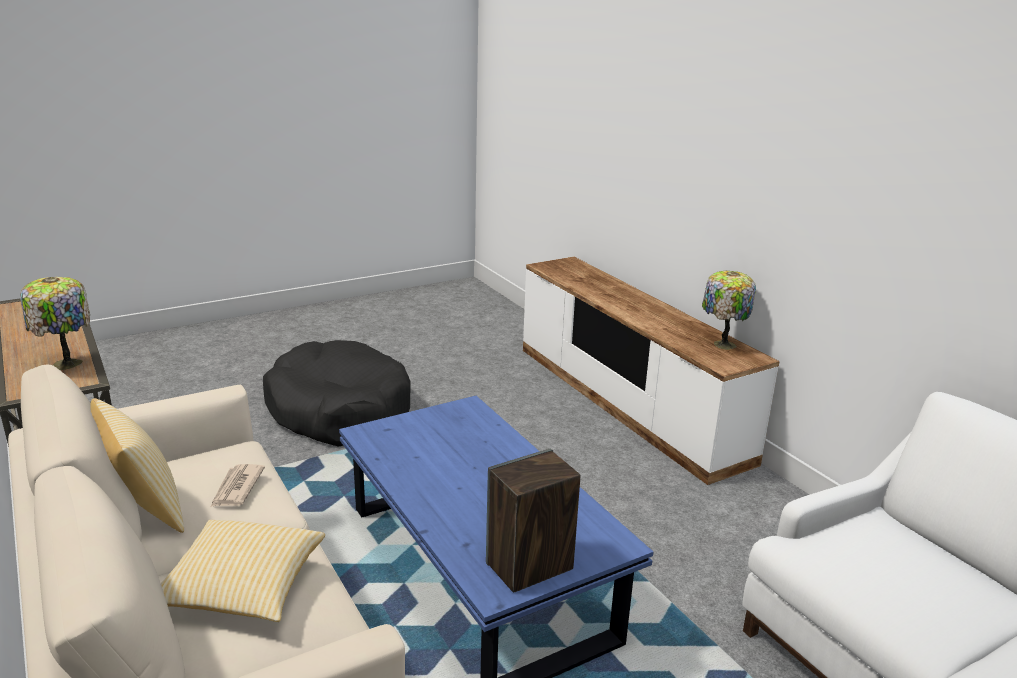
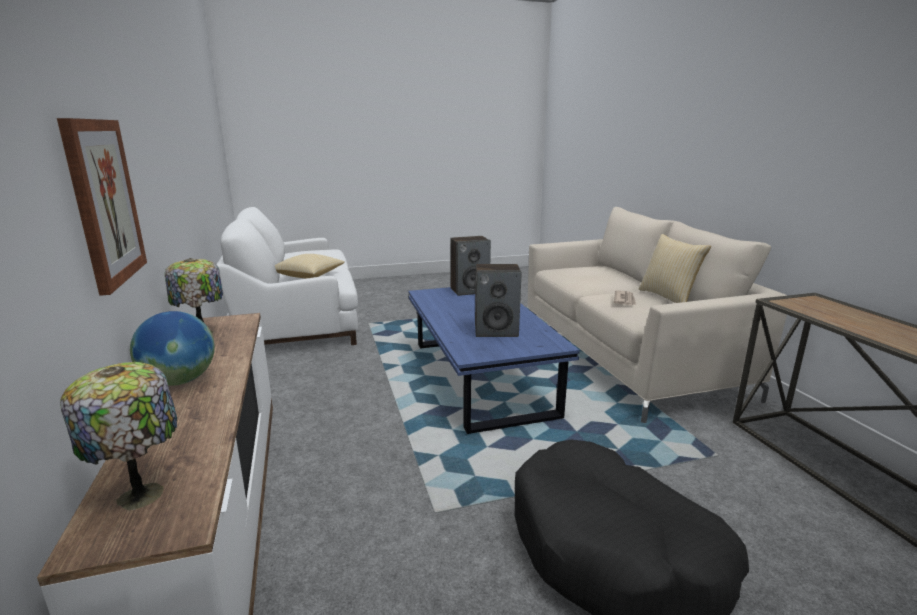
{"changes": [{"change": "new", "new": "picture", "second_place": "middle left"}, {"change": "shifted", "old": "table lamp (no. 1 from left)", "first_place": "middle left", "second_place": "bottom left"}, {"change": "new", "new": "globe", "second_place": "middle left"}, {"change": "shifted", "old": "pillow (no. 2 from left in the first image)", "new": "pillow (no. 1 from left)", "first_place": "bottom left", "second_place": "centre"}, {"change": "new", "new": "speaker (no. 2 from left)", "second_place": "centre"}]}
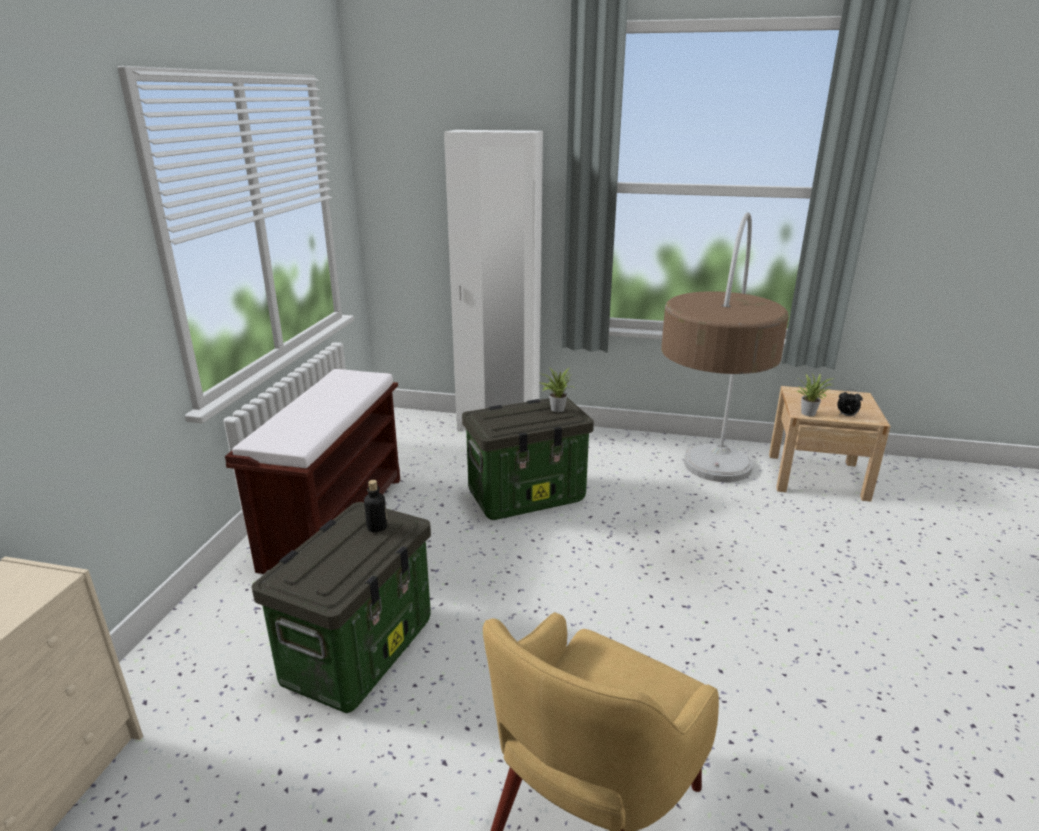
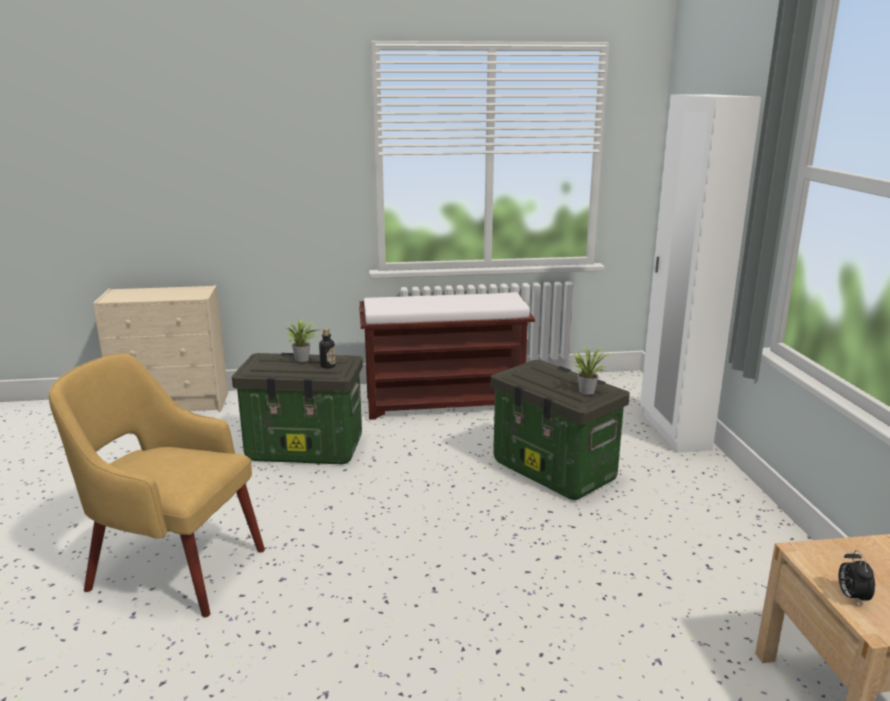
{"changes": [{"change": "shifted", "old": "potted plant (no. 2 from left in the first image)", "new": "potted plant (no. 1 from left)", "first_place": "middle right", "second_place": "centre"}, {"change": "gone", "old": "floor lamp", "first_place": "middle right"}]}
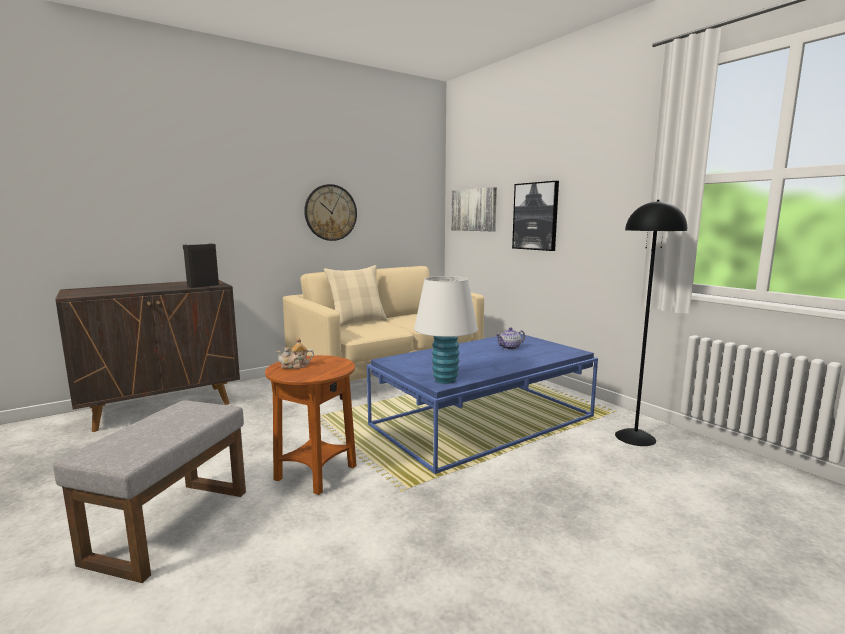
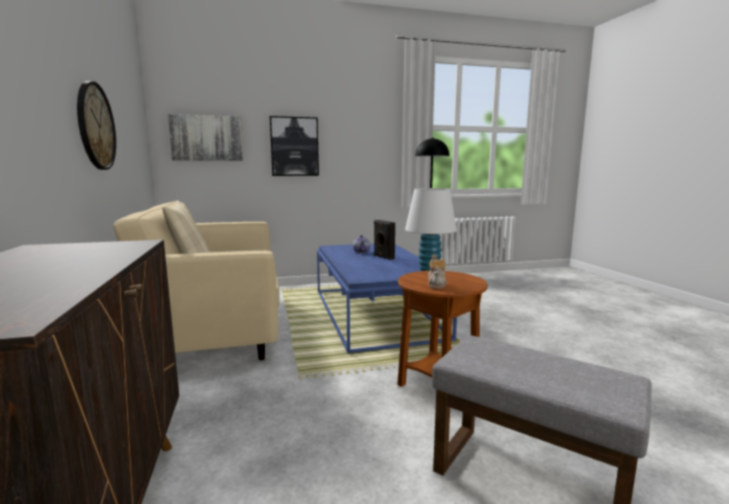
{"changes": [{"change": "shifted", "old": "speaker/black", "first_place": "middle left", "second_place": "centre"}]}
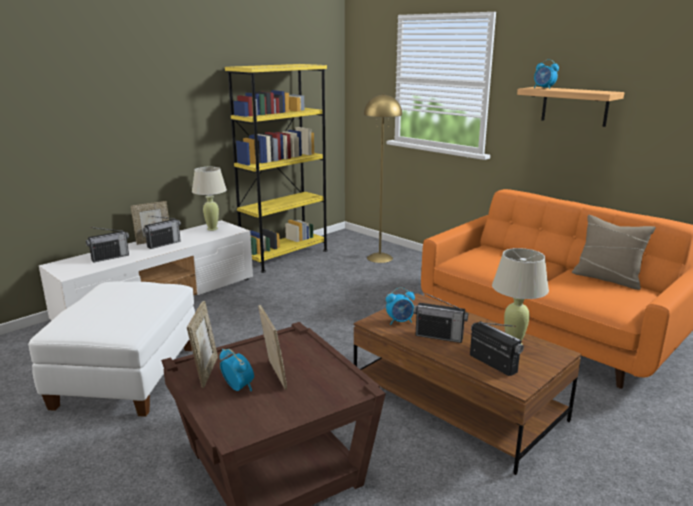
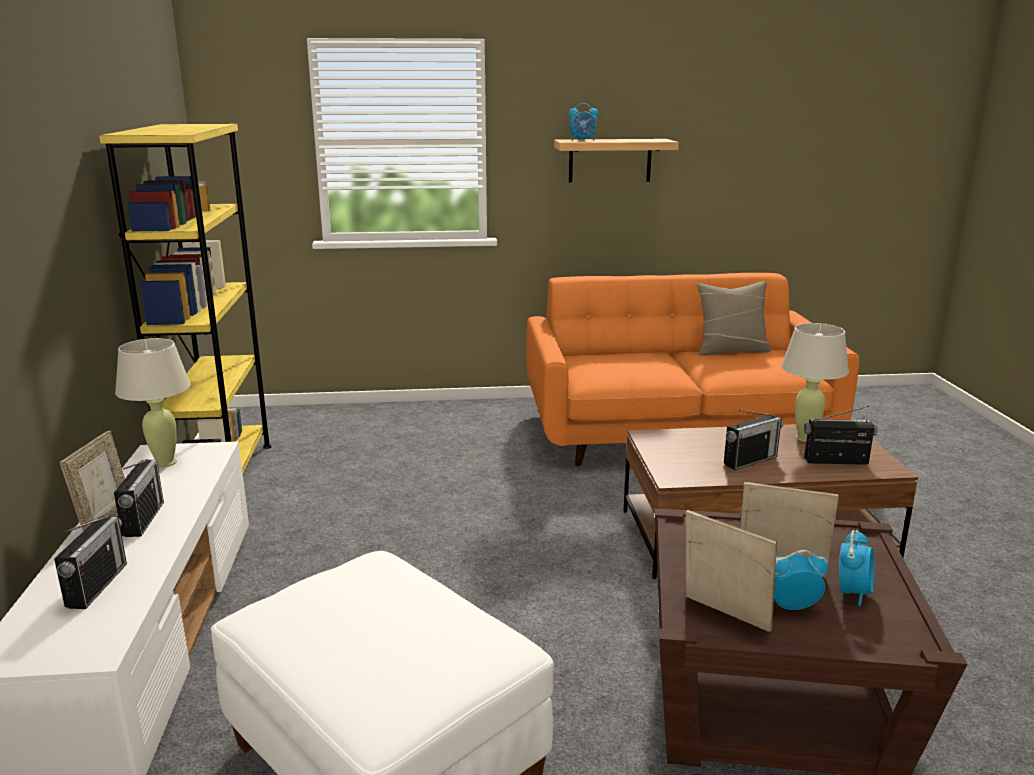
{"changes": [{"change": "shifted", "old": "alarm clock (no. 2 from left in the first image)", "new": "alarm clock (no. 3 from left)", "first_place": "centre", "second_place": "bottom right"}, {"change": "gone", "old": "floor lamp/yellow", "first_place": "centre"}]}
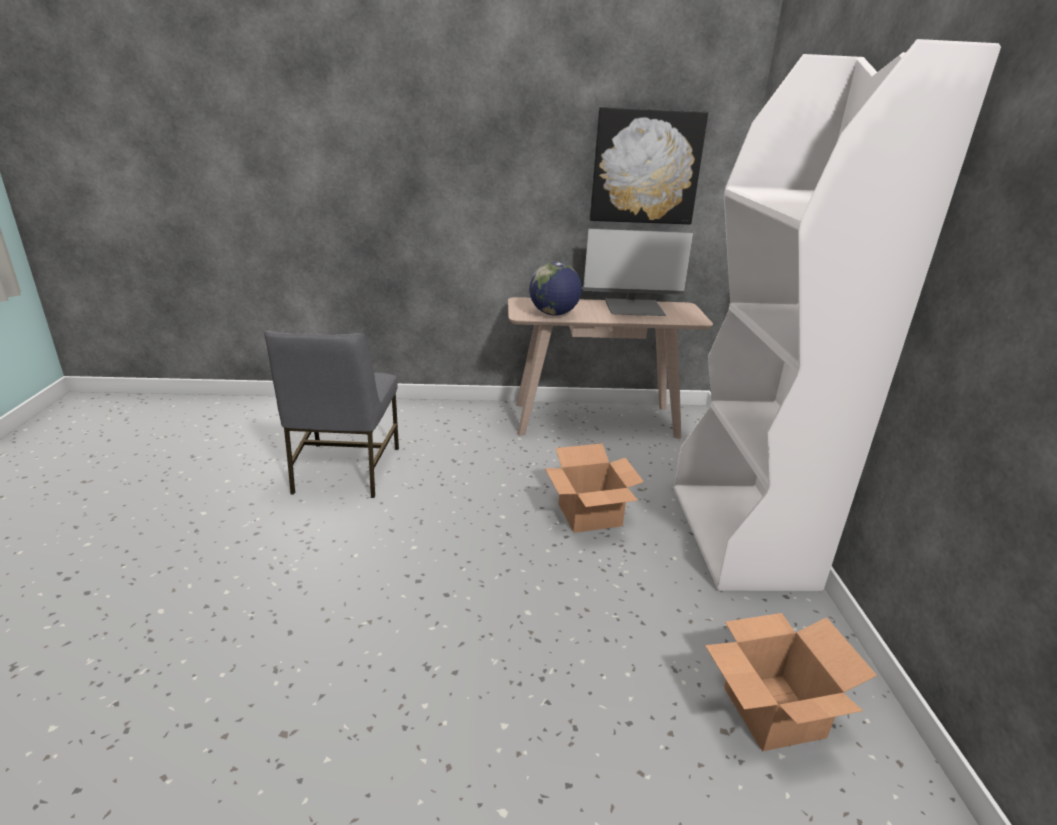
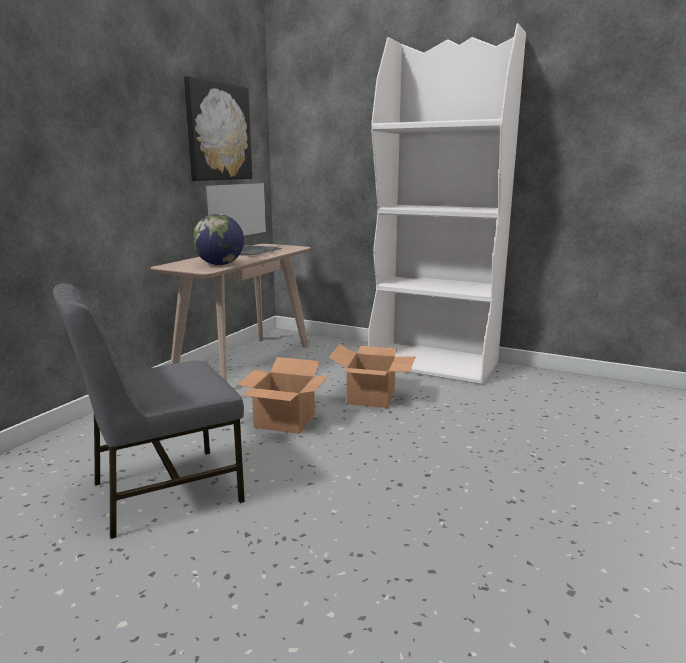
{"changes": [{"change": "rotated", "old": "chair/grey", "first_place": "middle left", "second_place": "middle left", "degrees": 120}, {"change": "shifted", "old": "cardboard box (no. 2 from left in the first image)", "new": "cardboard box (no. 1 from left)", "first_place": "bottom right", "second_place": "centre"}]}
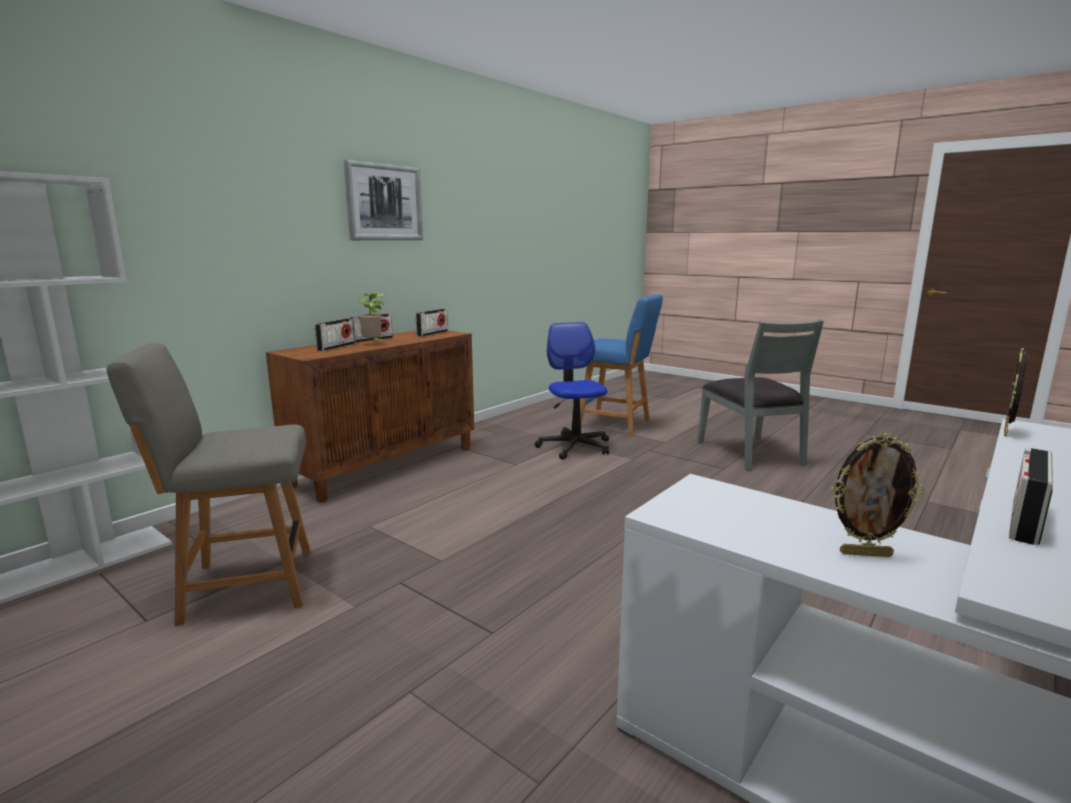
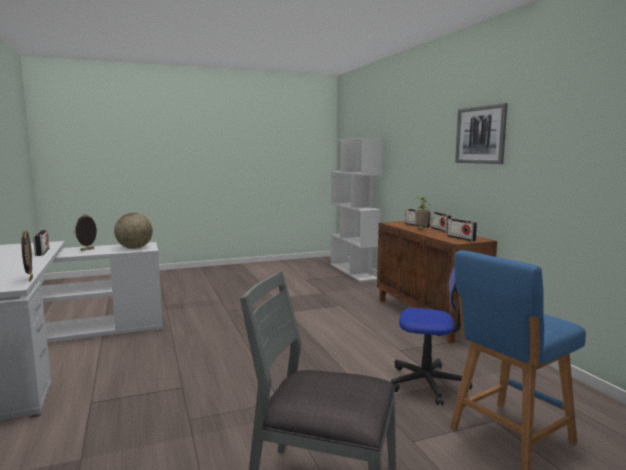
{"changes": [{"change": "new", "new": "globe", "second_place": "middle left"}, {"change": "gone", "old": "chair/grey (no. 1 from left)", "first_place": "middle left"}]}
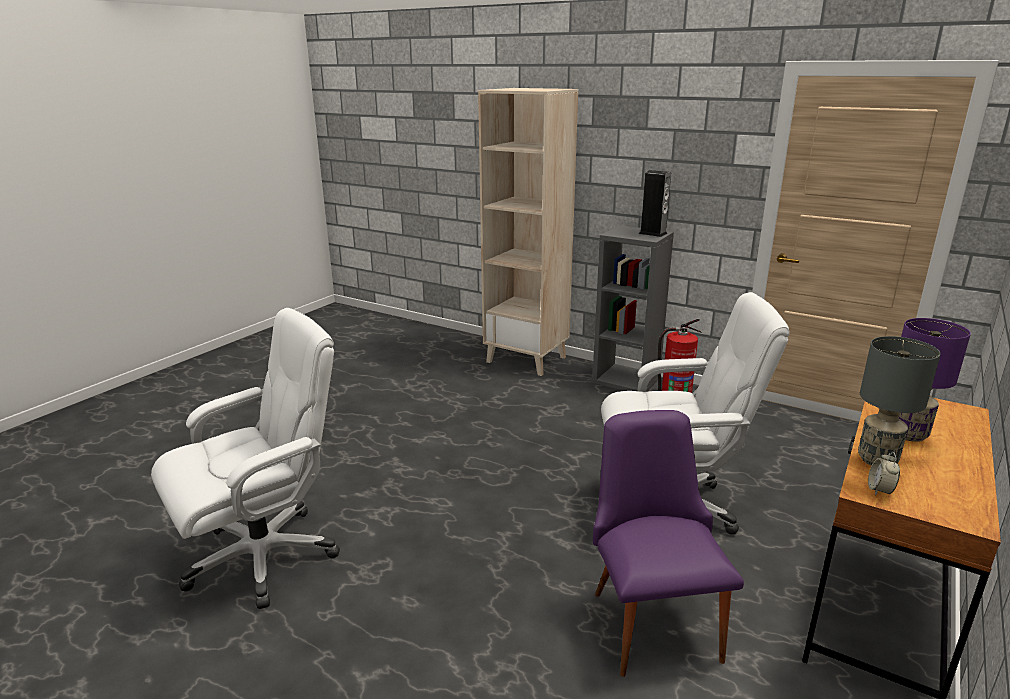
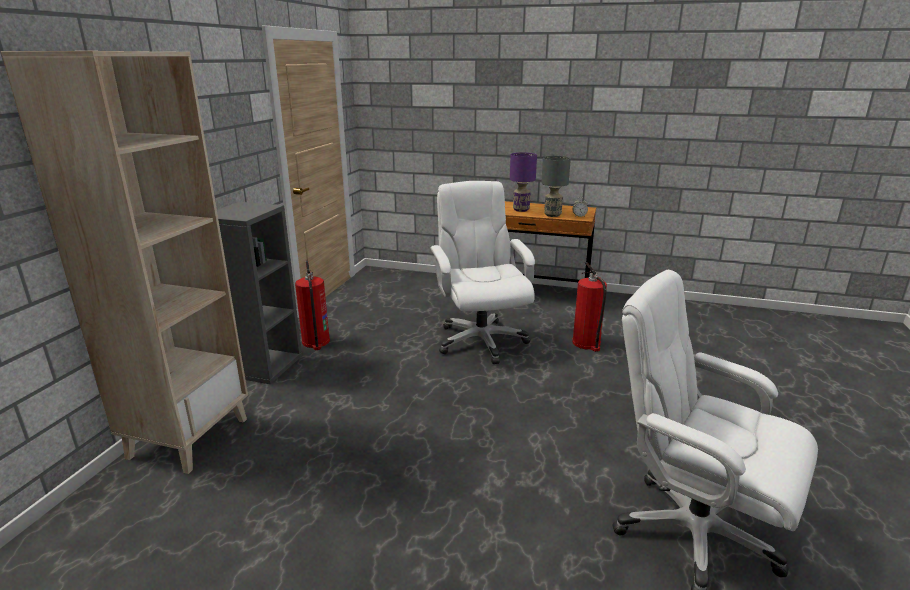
{"changes": [{"change": "swapped", "old": "chair/purple", "new": "fire extinguisher (no. 2 from left)", "first_place": "bottom centre", "second_place": "centre"}, {"change": "gone", "old": "speaker", "first_place": "top centre"}]}
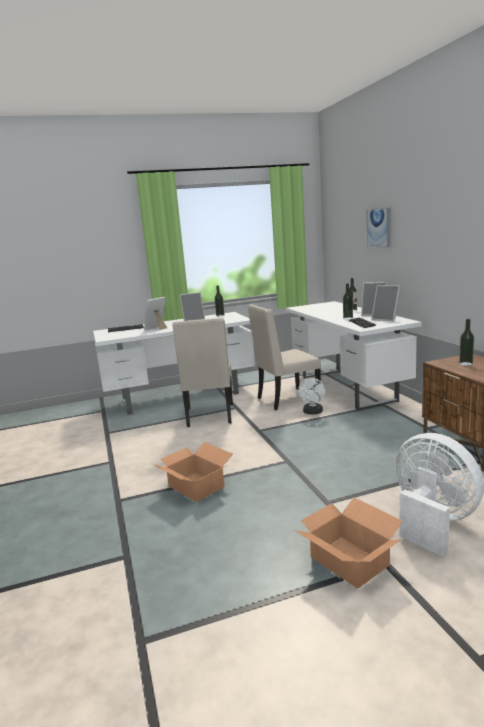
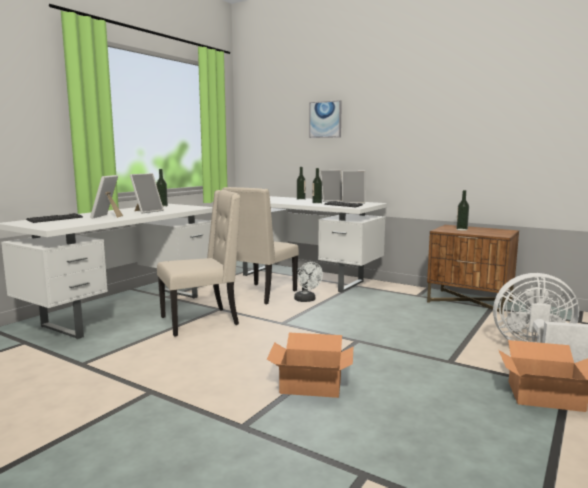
{"changes": [{"change": "rotated", "old": "chair/beige (no. 1 from left)", "first_place": "centre", "second_place": "centre", "degrees": -75}]}
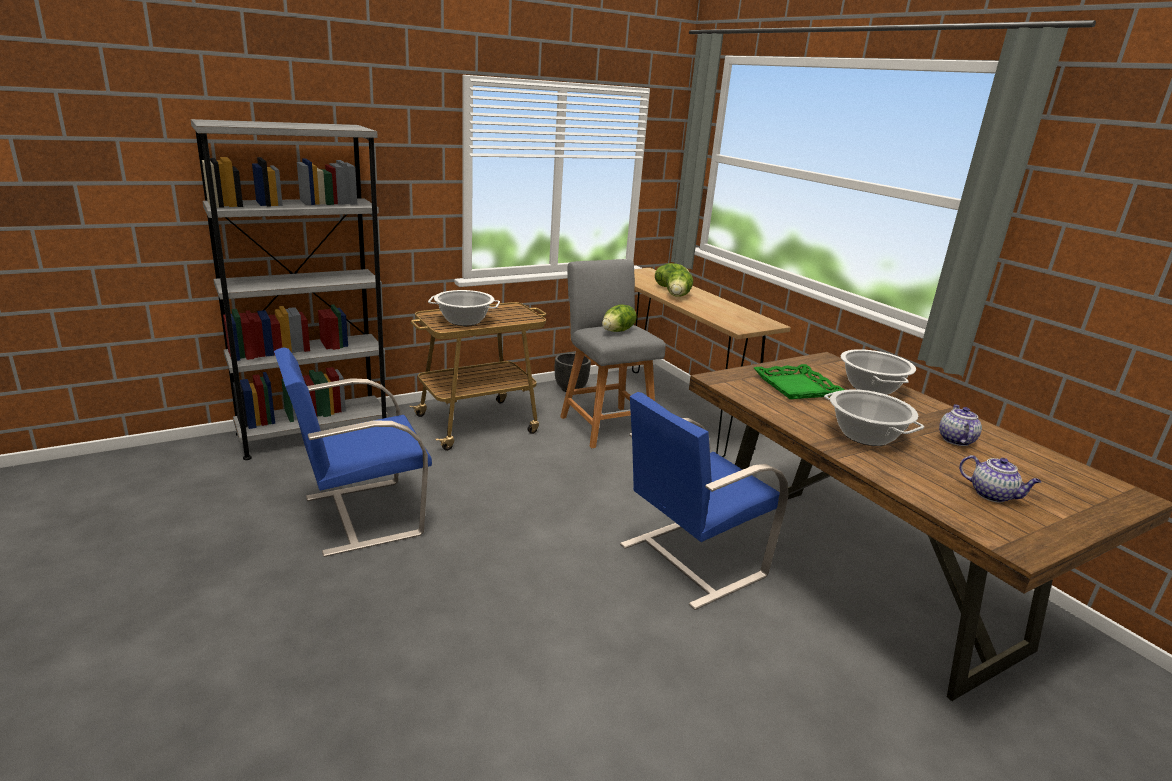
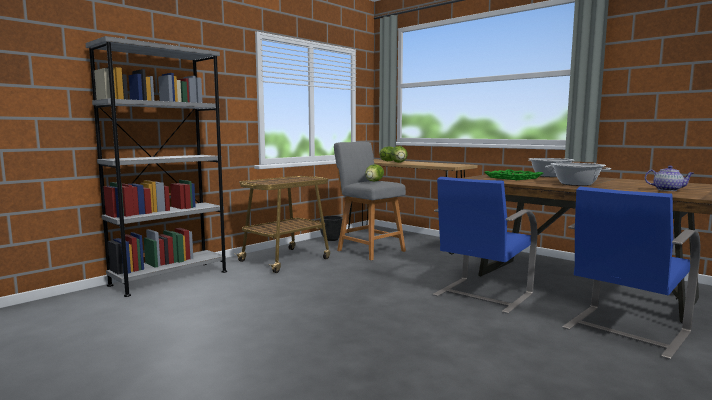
{"changes": [{"change": "shifted", "old": "chair/blue (no. 1 from left in the first image)", "new": "chair/blue (no. 2 from left)", "first_place": "middle left", "second_place": "bottom right"}, {"change": "gone", "old": "cooking pot (no. 1 from left)", "first_place": "centre"}, {"change": "gone", "old": "teapot (no. 1 from left)", "first_place": "middle right"}]}
